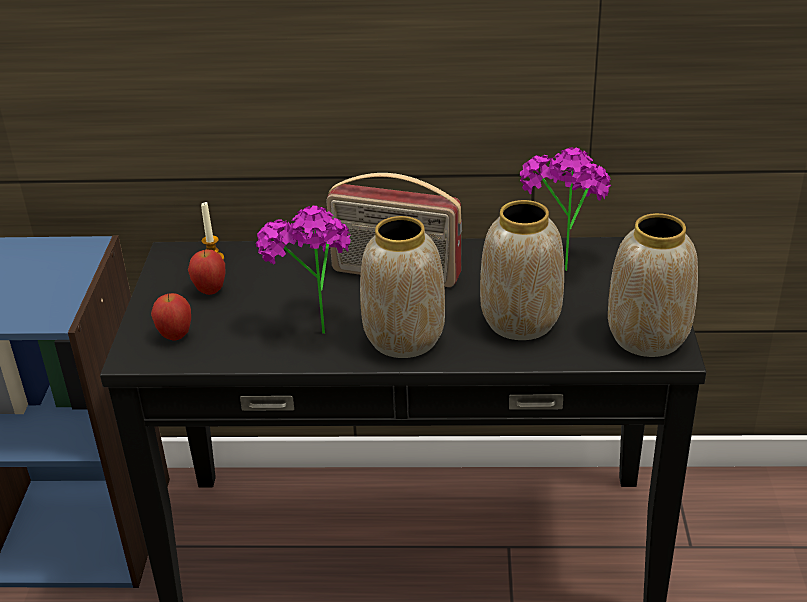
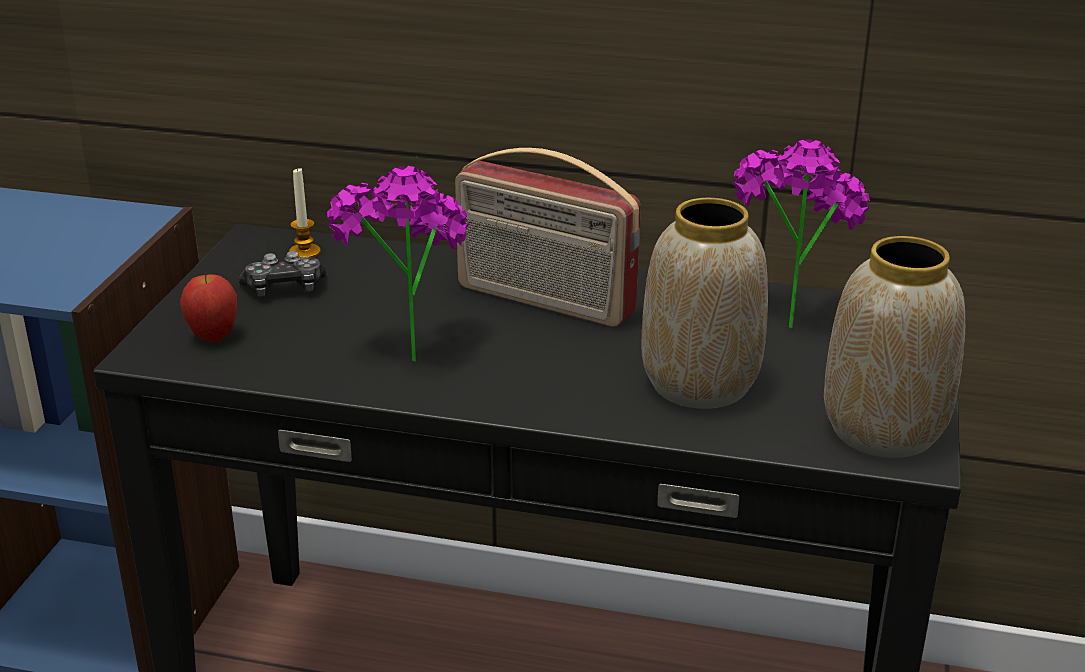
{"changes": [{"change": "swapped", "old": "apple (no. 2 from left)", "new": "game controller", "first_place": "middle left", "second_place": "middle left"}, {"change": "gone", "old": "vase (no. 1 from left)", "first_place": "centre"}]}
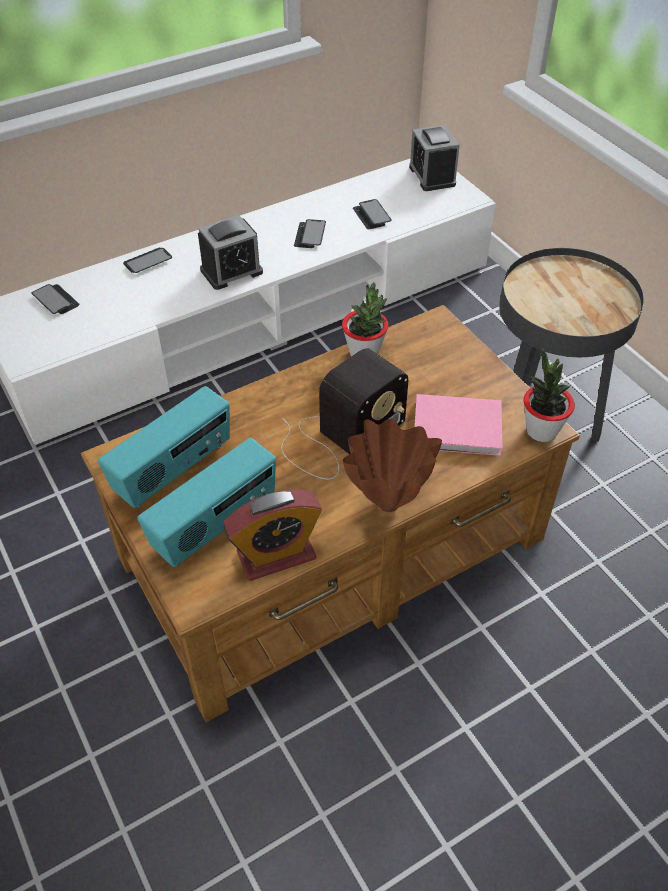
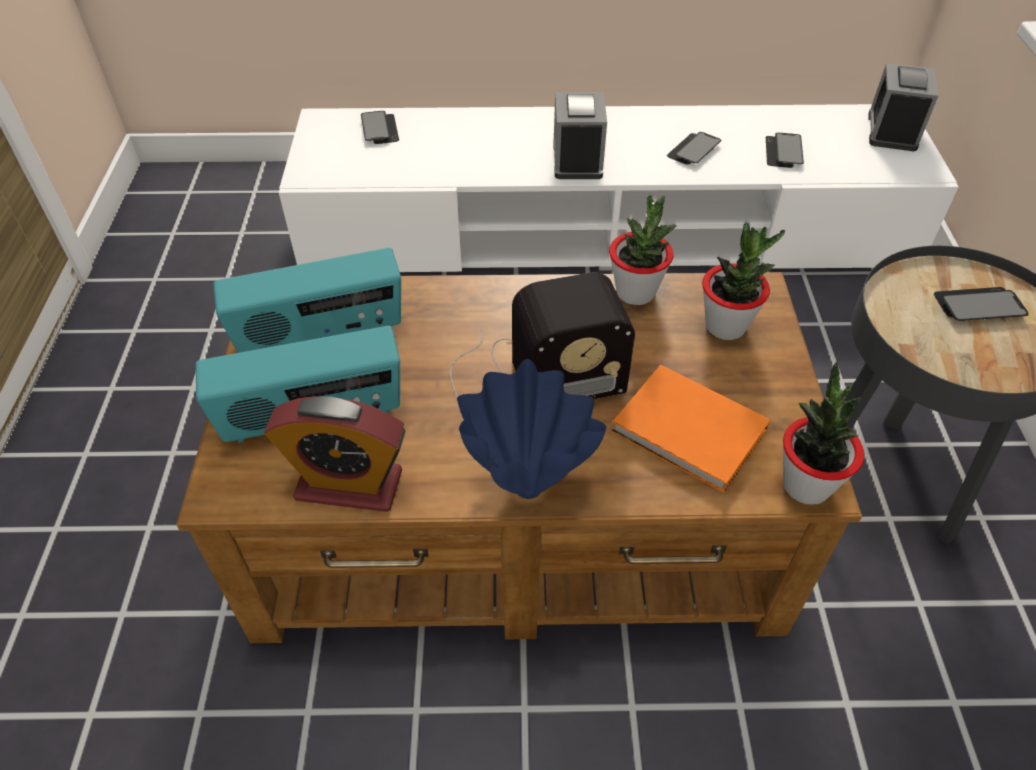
{"changes": [{"change": "repainted", "old": "vase/brown", "new": "vase/blue", "first_place": "centre", "second_place": "centre"}, {"change": "rotated", "old": "alarm clock (no. 1 from left in the first image)", "first_place": "top centre", "second_place": "top centre", "degrees": 90}, {"change": "repainted", "old": "book/pink", "new": "book/orange", "first_place": "middle right", "second_place": "centre"}, {"change": "new", "new": "potted plant (no. 2 from left)", "second_place": "middle right"}, {"change": "shifted", "old": "phone (no. 2 from left in the first image)", "new": "phone (no. 4 from left)", "first_place": "top left", "second_place": "middle right"}]}
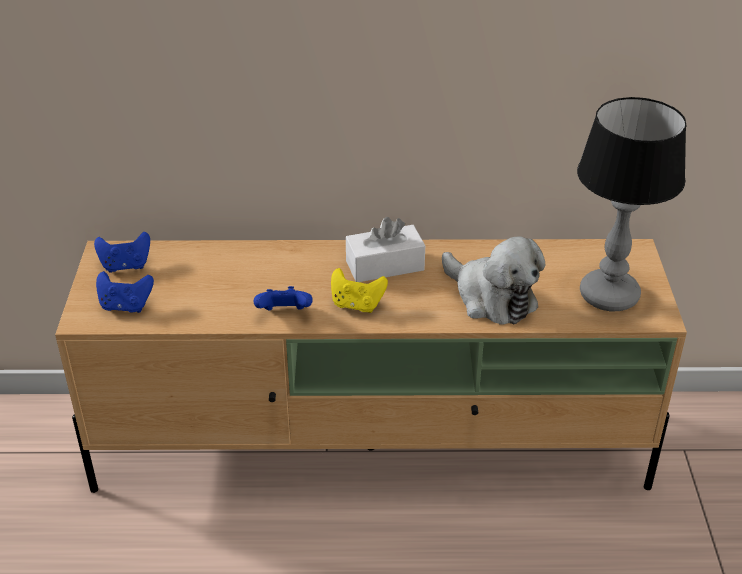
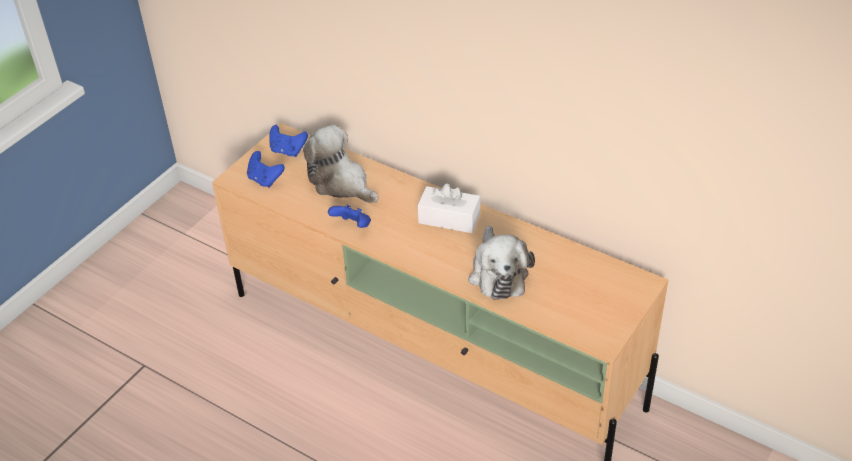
{"changes": [{"change": "new", "new": "plush toy (no. 1 from left)", "second_place": "centre"}, {"change": "gone", "old": "game controller/yellow", "first_place": "centre"}, {"change": "gone", "old": "table lamp", "first_place": "middle right"}]}
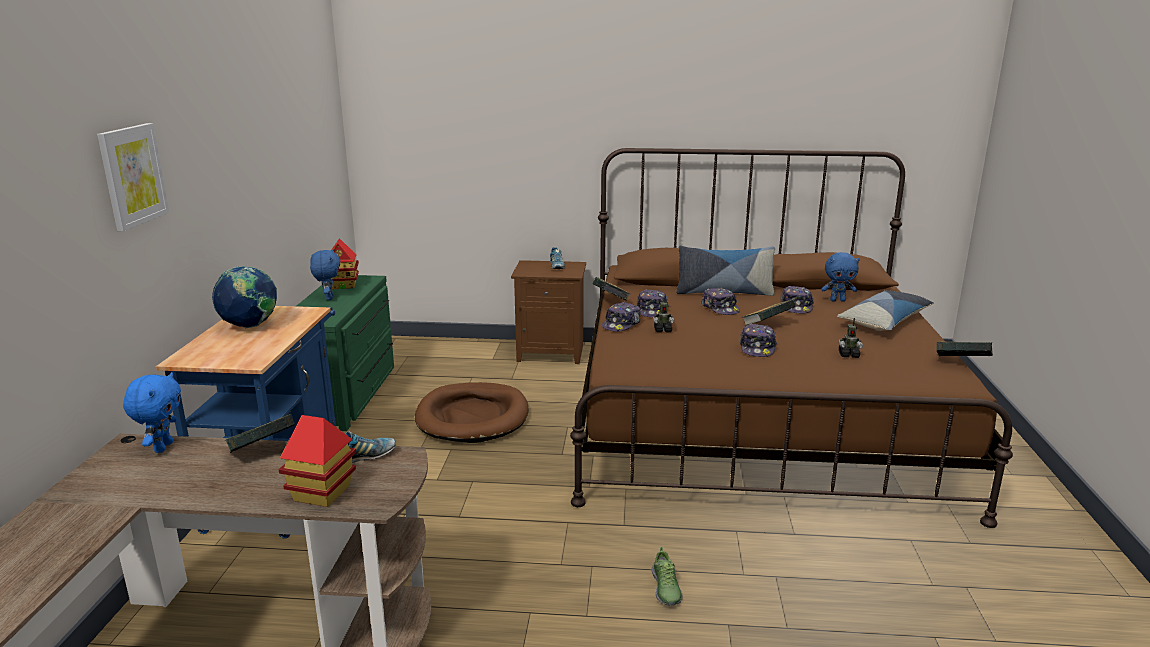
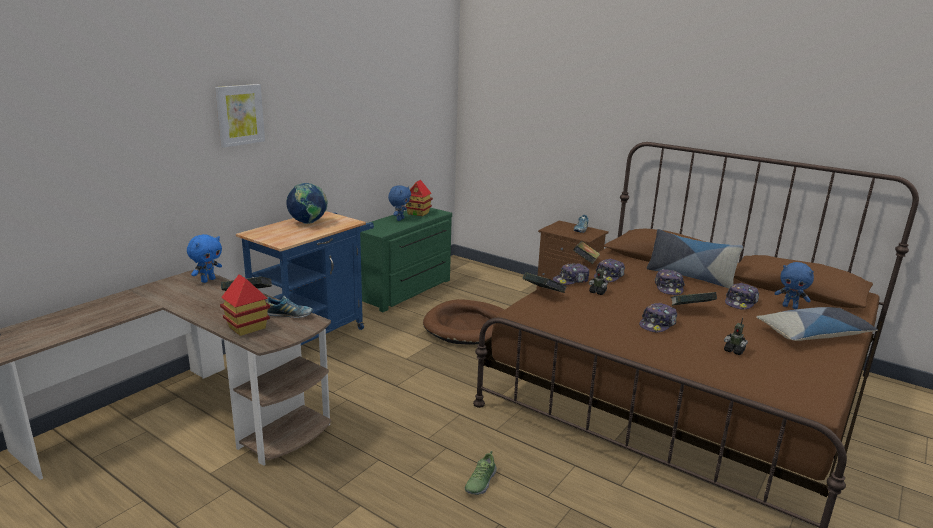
{"changes": [{"change": "shifted", "old": "book (no. 4 from left in the first image)", "new": "book (no. 2 from left)", "first_place": "middle right", "second_place": "centre"}]}
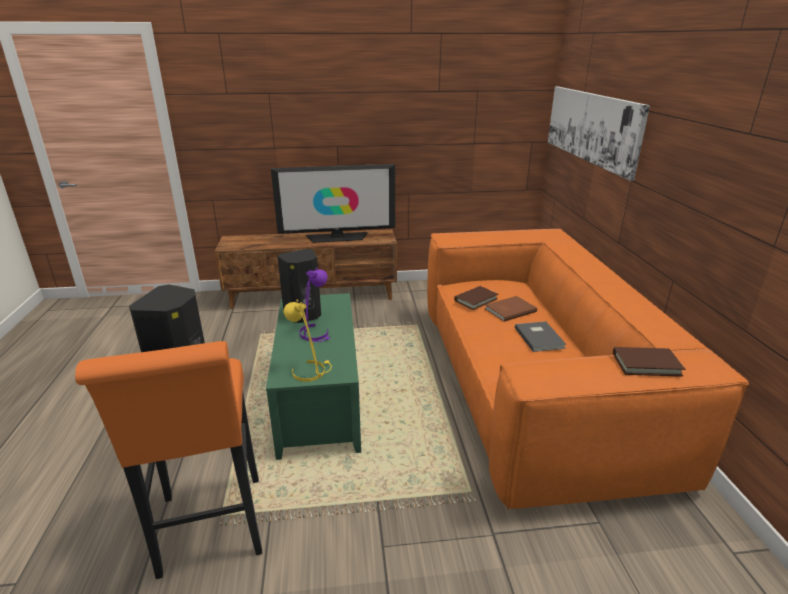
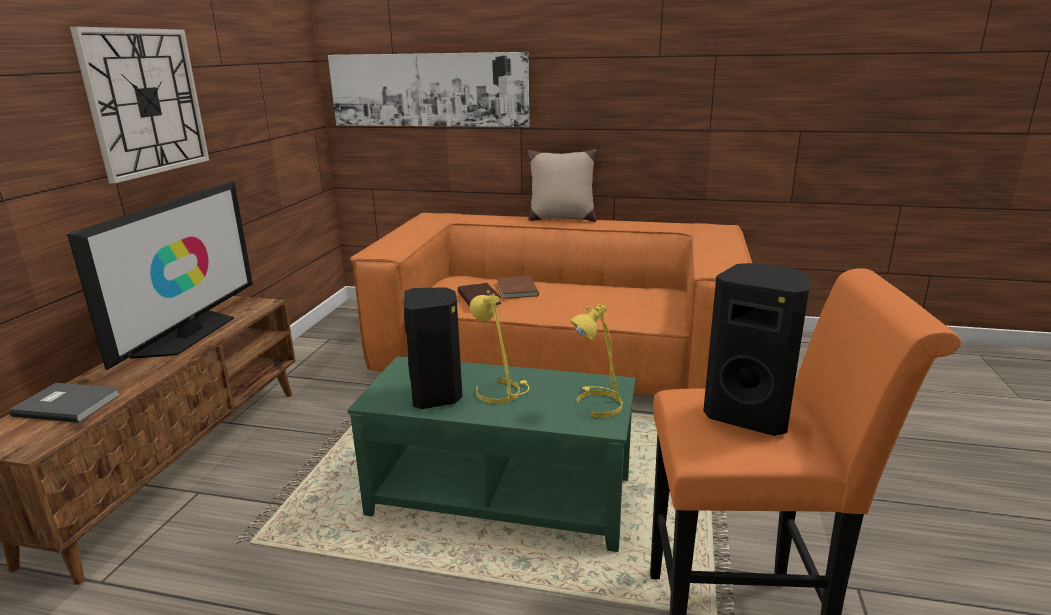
{"changes": [{"change": "shifted", "old": "book/grey", "first_place": "middle right", "second_place": "middle left"}, {"change": "new", "new": "wall clock", "second_place": "top left"}, {"change": "repainted", "old": "table lamp/purple", "new": "table lamp/yellow (no. 1 from left)", "first_place": "centre", "second_place": "centre"}, {"change": "new", "new": "pillow/beige", "second_place": "top centre"}, {"change": "gone", "old": "book/brown (no. 3 from left)", "first_place": "middle right"}]}
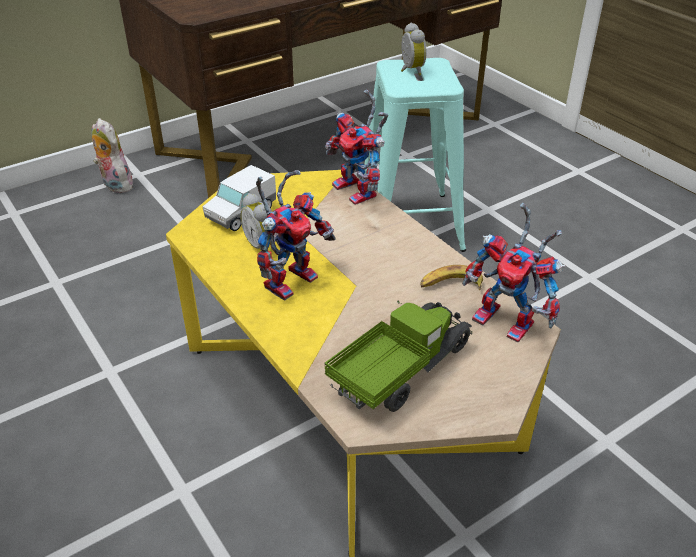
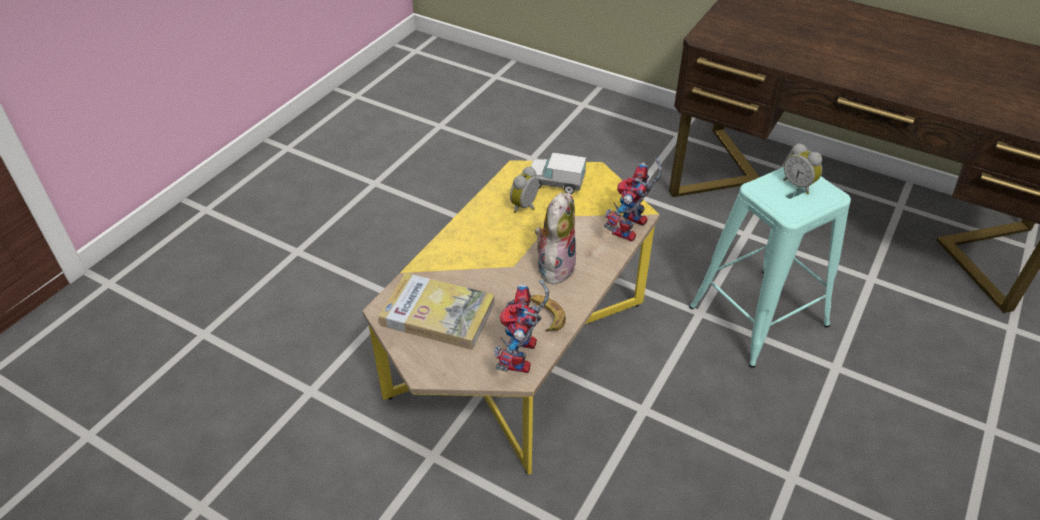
{"changes": [{"change": "swapped", "old": "toy truck (no. 2 from left)", "new": "book", "first_place": "centre", "second_place": "centre"}, {"change": "shifted", "old": "plush toy", "first_place": "top left", "second_place": "centre"}, {"change": "rotated", "old": "alarm clock (no. 2 from left)", "first_place": "top centre", "second_place": "top right", "degrees": 90}, {"change": "gone", "old": "toy robot (no. 1 from left)", "first_place": "centre"}]}
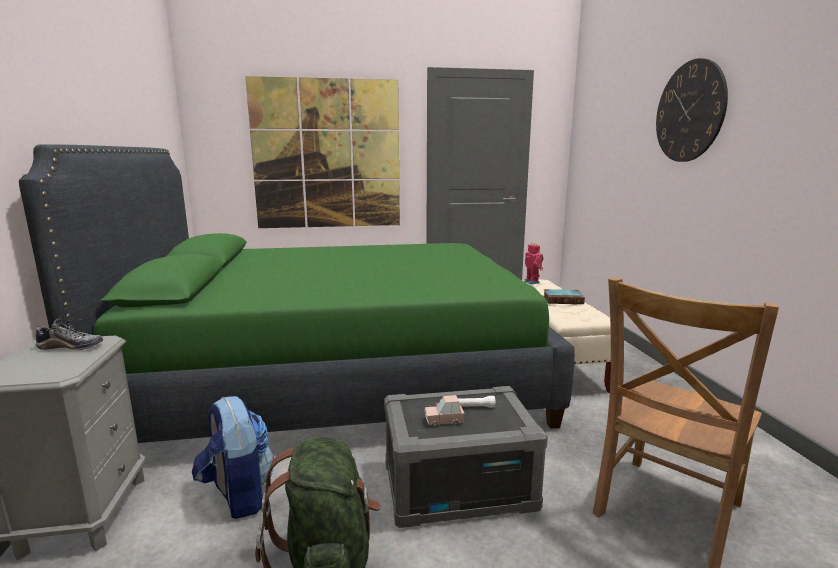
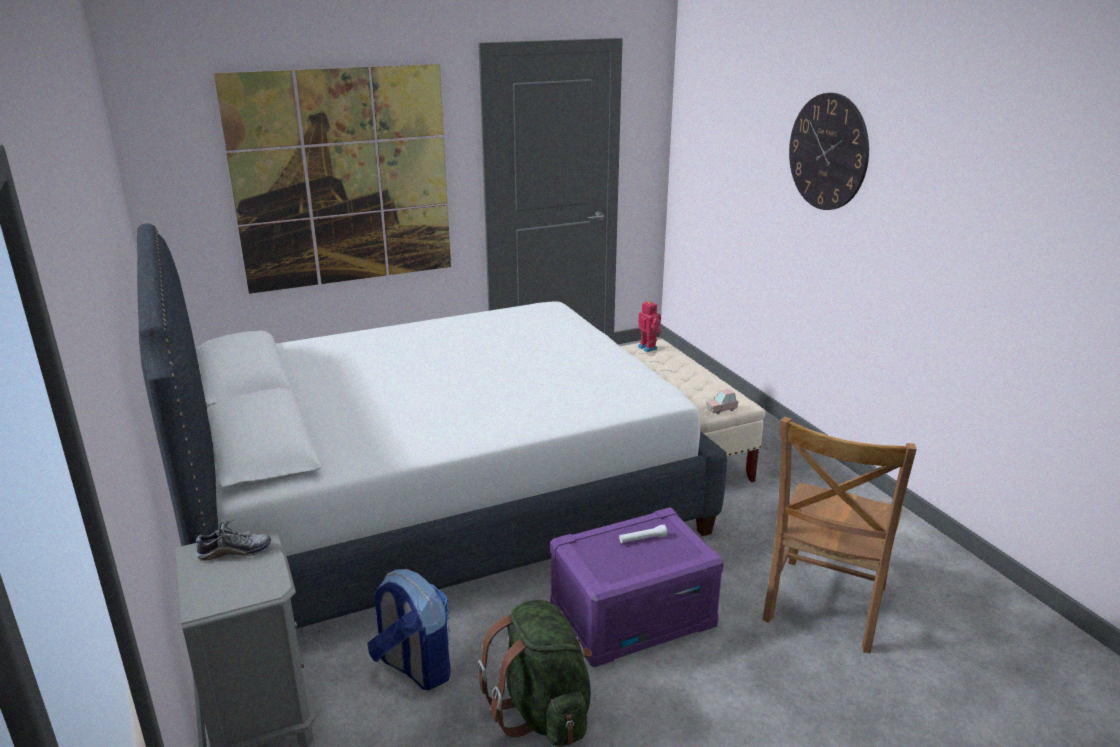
{"changes": [{"change": "repainted", "old": "bed/green", "new": "bed/white", "first_place": "centre", "second_place": "centre"}, {"change": "repainted", "old": "storage box/grey", "new": "storage box/purple", "first_place": "bottom centre", "second_place": "bottom centre"}, {"change": "shifted", "old": "toy car/pink", "first_place": "bottom centre", "second_place": "centre"}, {"change": "gone", "old": "book", "first_place": "middle right"}]}
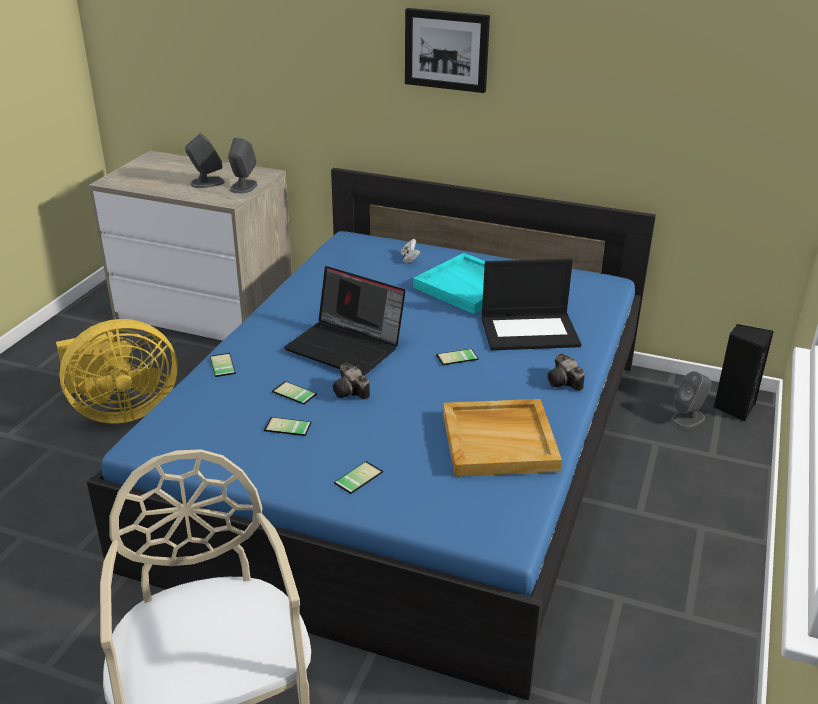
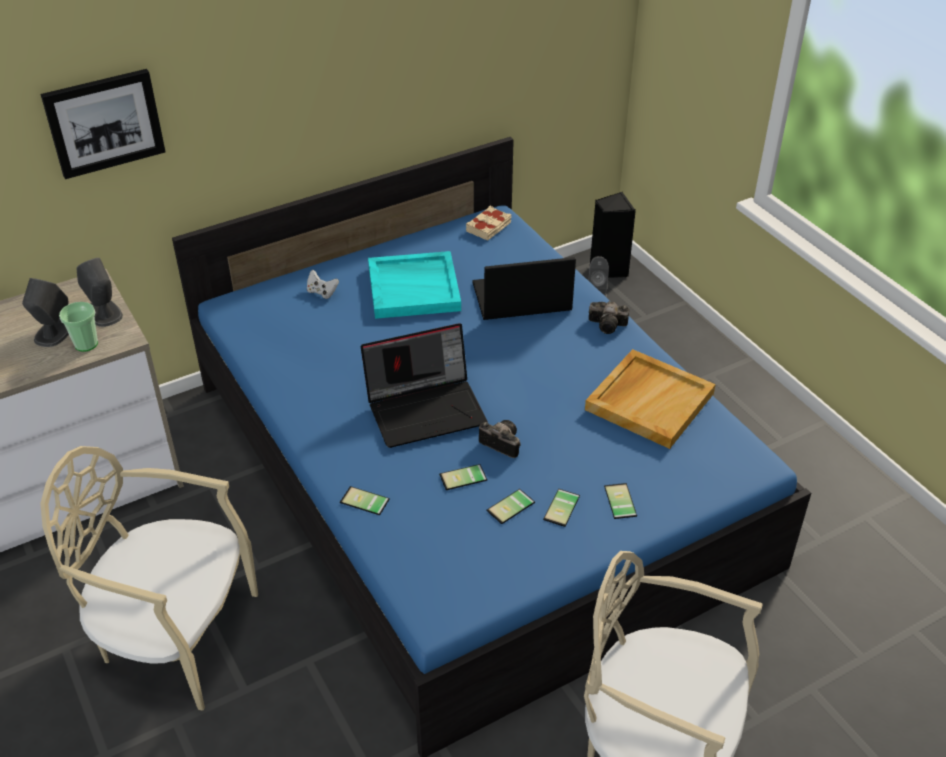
{"changes": [{"change": "swapped", "old": "fan/yellow", "new": "chair/beige (no. 1 from left)", "first_place": "middle left", "second_place": "bottom left"}, {"change": "shifted", "old": "picture", "first_place": "top centre", "second_place": "top left"}, {"change": "new", "new": "cup", "second_place": "middle left"}, {"change": "new", "new": "book/beige", "second_place": "top centre"}, {"change": "rotated", "old": "laptop (no. 2 from left)", "first_place": "centre", "second_place": "centre", "degrees": -135}, {"change": "rotated", "old": "photo camera (no. 1 from left)", "first_place": "centre", "second_place": "centre", "degrees": -150}, {"change": "shifted", "old": "phone (no. 5 from left in the first image)", "new": "phone (no. 4 from left)", "first_place": "centre", "second_place": "bottom centre"}]}
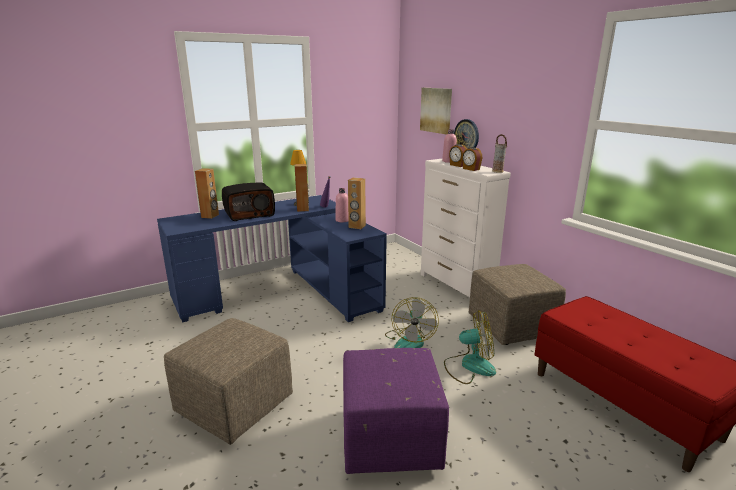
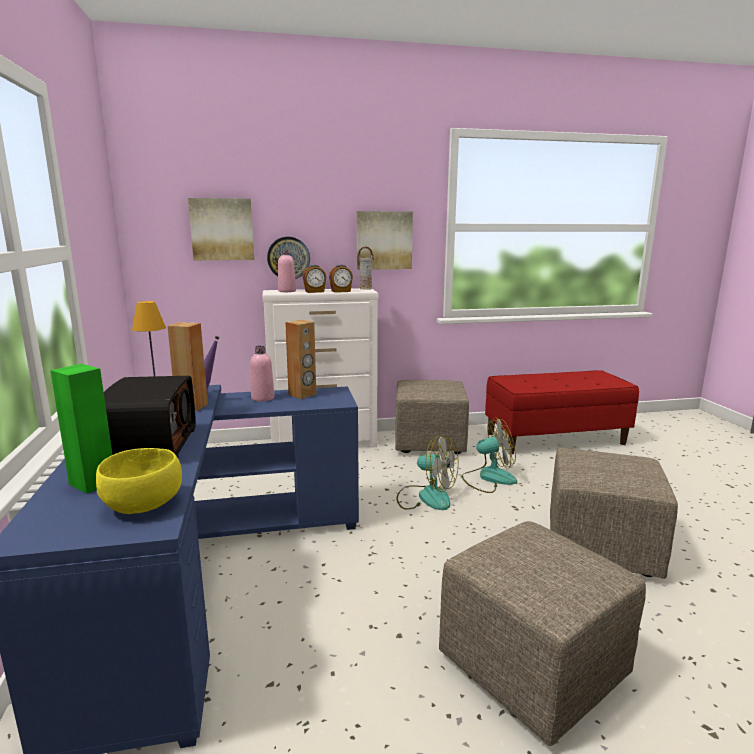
{"changes": [{"change": "repainted", "old": "speaker/brown (no. 1 from left)", "new": "speaker/green", "first_place": "middle left", "second_place": "middle left"}, {"change": "new", "new": "bowl/yellow", "second_place": "middle left"}, {"change": "new", "new": "picture (no. 2 from left)", "second_place": "top centre"}, {"change": "rotated", "old": "fan (no. 2 from left)", "first_place": "bottom centre", "second_place": "centre", "degrees": 60}, {"change": "repainted", "old": "ottoman/purple", "new": "ottoman/beige (no. 3 from left)", "first_place": "bottom centre", "second_place": "bottom right"}]}
